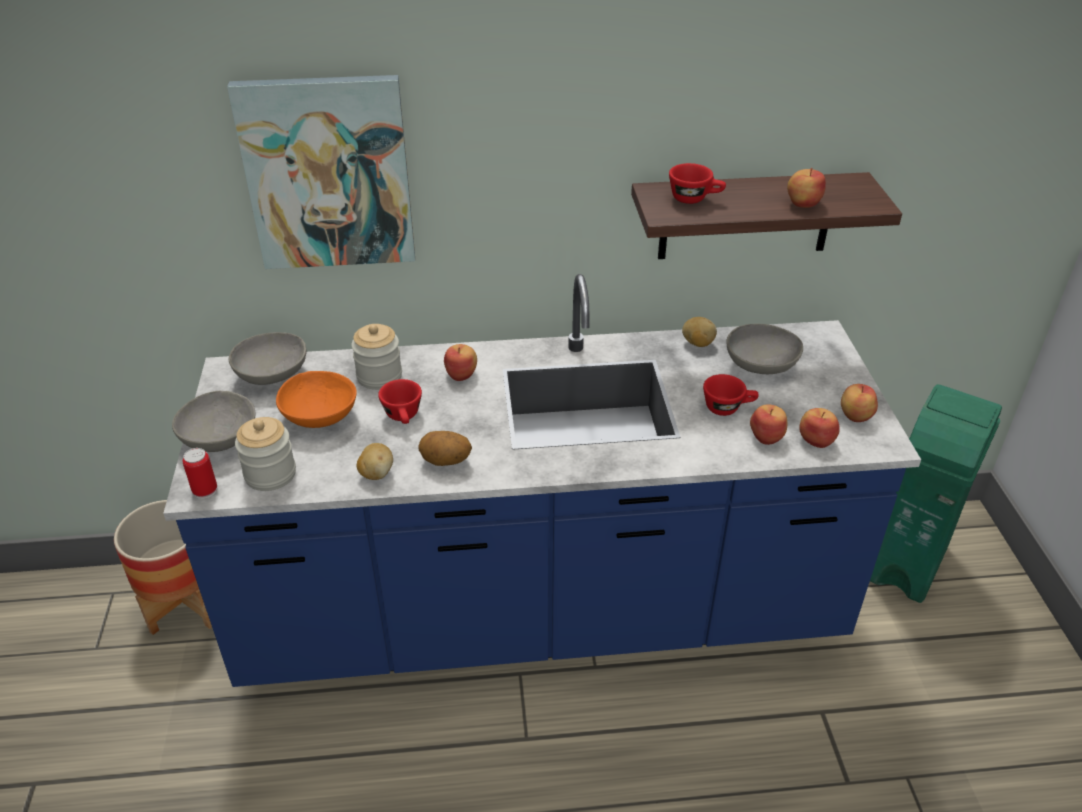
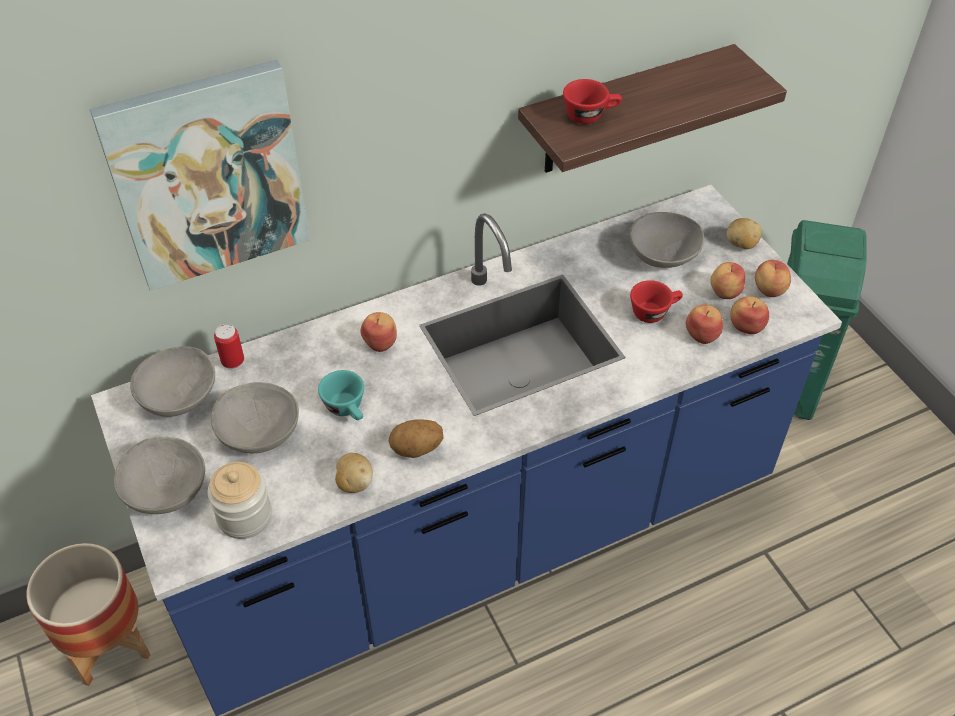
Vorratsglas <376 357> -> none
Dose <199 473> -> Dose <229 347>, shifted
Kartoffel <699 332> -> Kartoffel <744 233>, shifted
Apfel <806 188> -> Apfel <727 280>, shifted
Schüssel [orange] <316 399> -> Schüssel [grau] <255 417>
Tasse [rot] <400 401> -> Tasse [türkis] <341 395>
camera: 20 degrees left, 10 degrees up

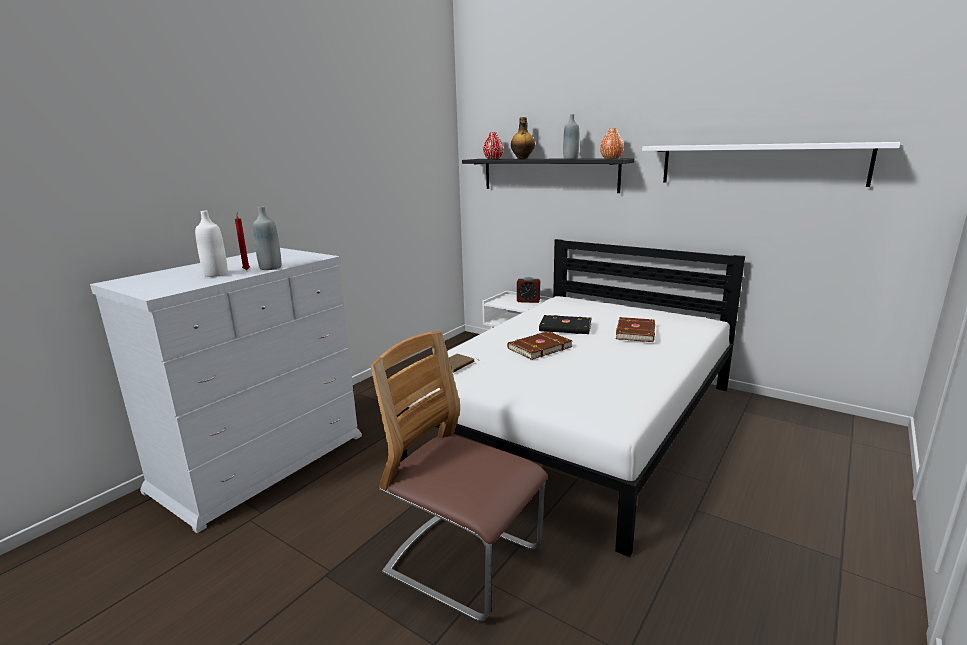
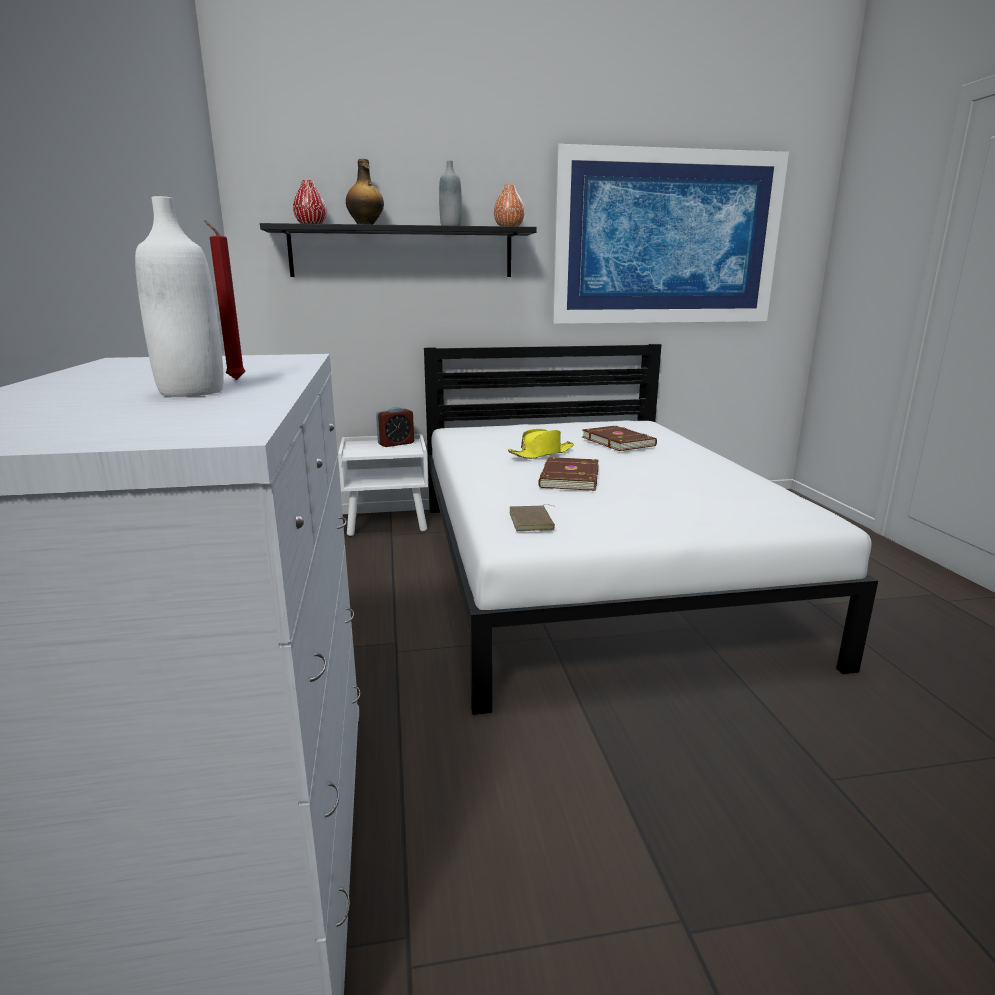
Flasche [grau] <267 238> -> none
Stuhl <458 476> -> none
Buch [schwarz] <565 324> -> Hut [gelb] <541 444>
Wandregal [weiß] <771 164> -> Bild <670 234>
camera: 45 degrees left, 0 degrees up

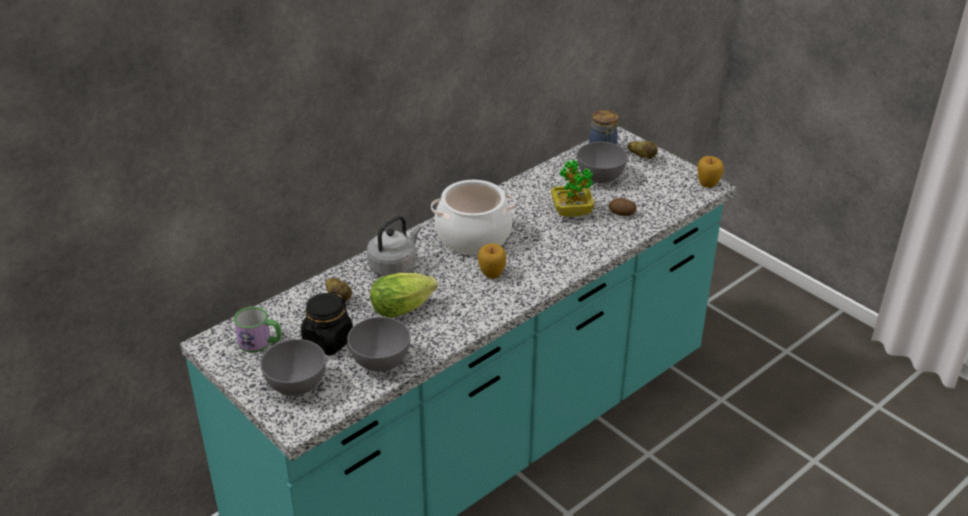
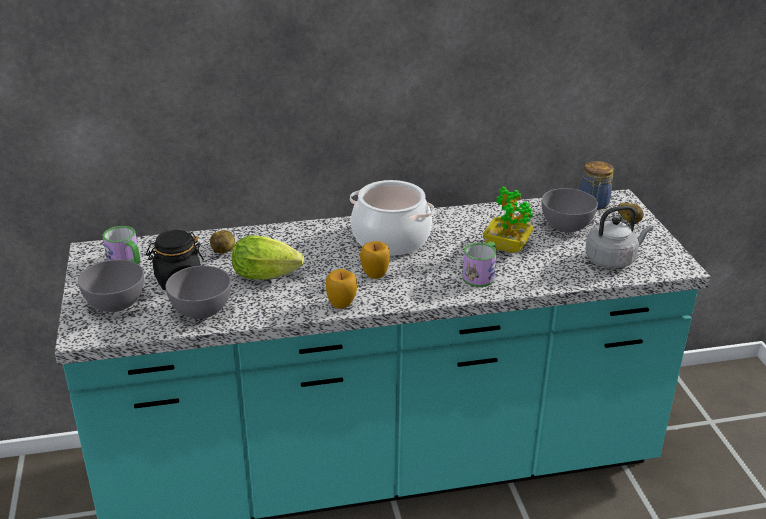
Kartoffel <623 207> -> none
none -> Henkelbecher <479 264>
Wasserkessel [grau] <394 245> -> Wasserkessel [grau] <619 237>, shifted
Apfel <711 172> -> Apfel <341 289>, shifted
camera: 30 degrees right, 5 degrees down

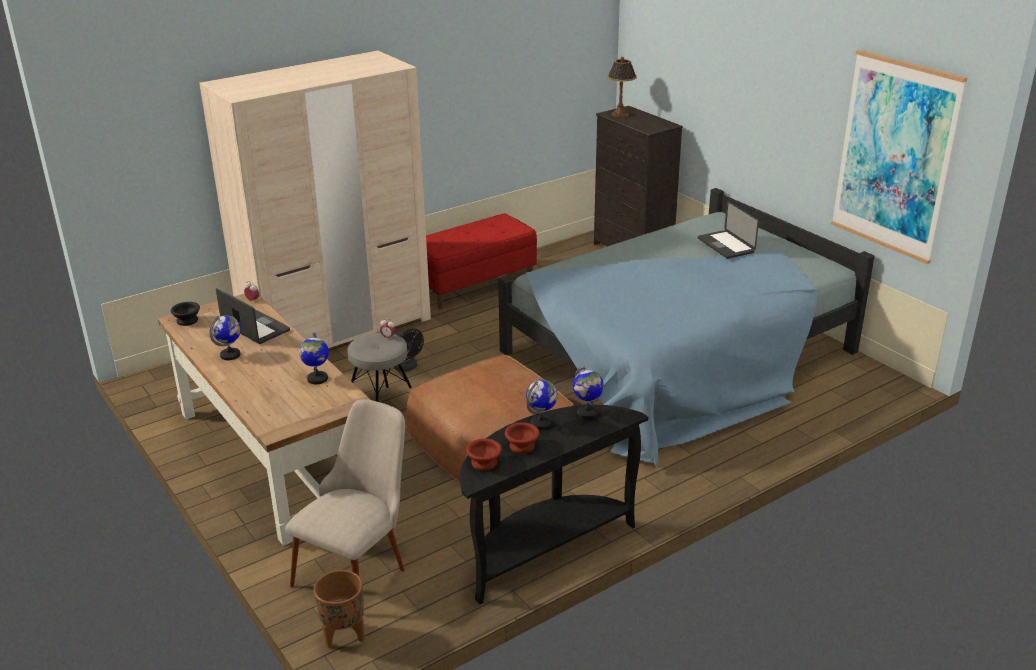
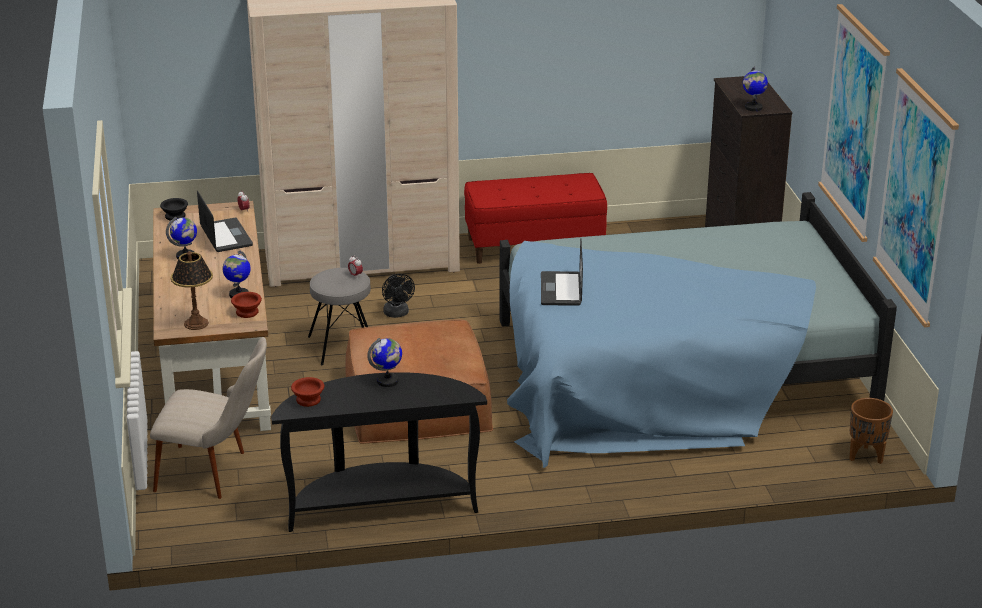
none -> Bild <854 123>
Pflanzkübel [braun] <339 609> -> Pflanzkübel [braun] <871 431>, shifted
Schüssel [braun] <522 438> -> Schüssel [braun] <246 305>, shifted
Globus <588 393> -> Globus <755 88>, shifted
Tischlampe <622 87> -> Tischlampe <191 290>, shifted
Laptop <728 230> -> Laptop <562 272>, shifted
Stuhl [beige] <345 493> -> Stuhl [beige] <208 418>, 45 degrees clockwise
camera: 25 degrees right, 0 degrees up

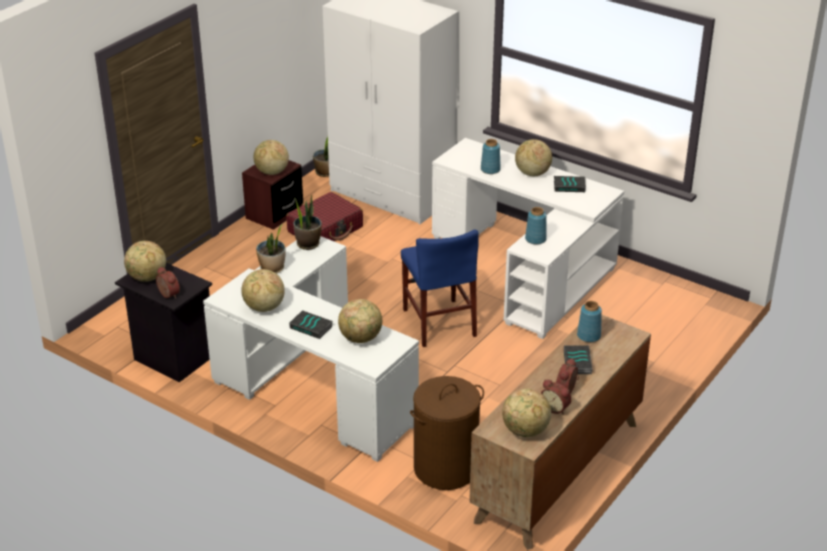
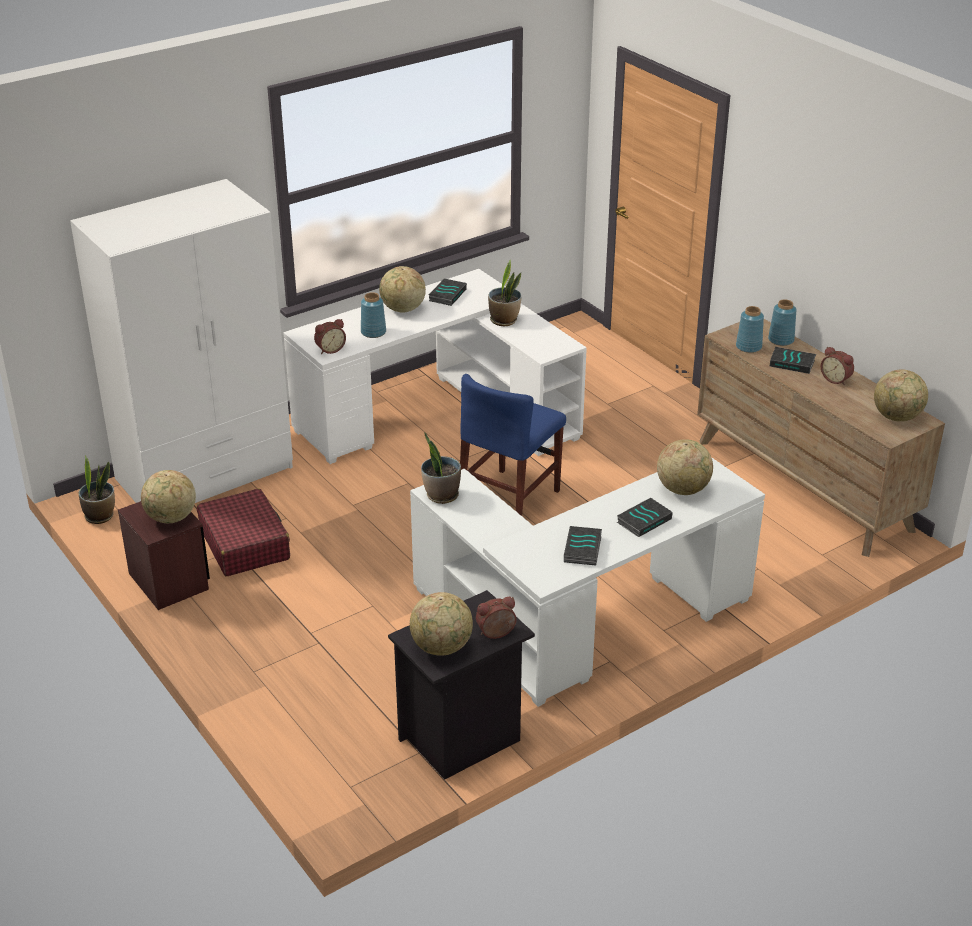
Wäschekorb [braun] <447 433> -> none
Topfpflanze <271 249> -> Topfpflanze <505 292>, shifted
Vase [blau] <536 226> -> Vase [blau] <782 322>, shifted
Wecker <556 397> -> Wecker <330 336>, shifted
Globus <263 290> -> Buch <583 546>
Stuhl [blau] <440 288> -> Stuhl [blau] <513 445>, 120 degrees clockwise
camera: 70 degrees left, 0 degrees up

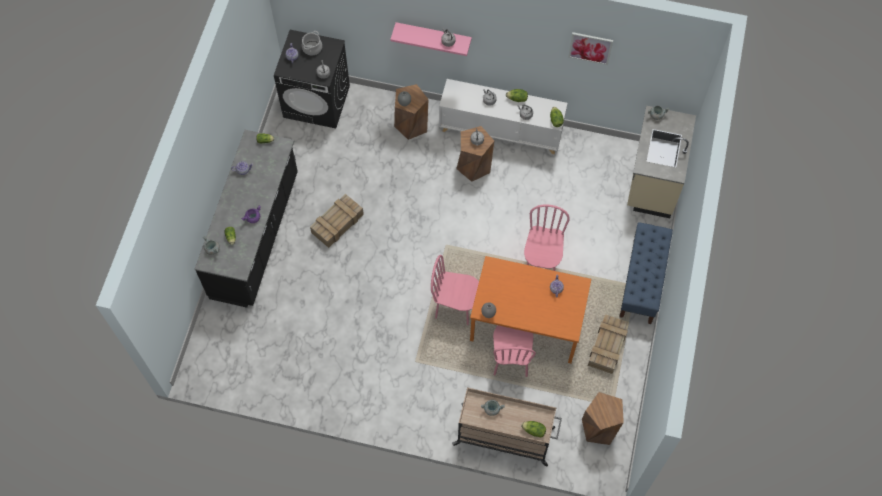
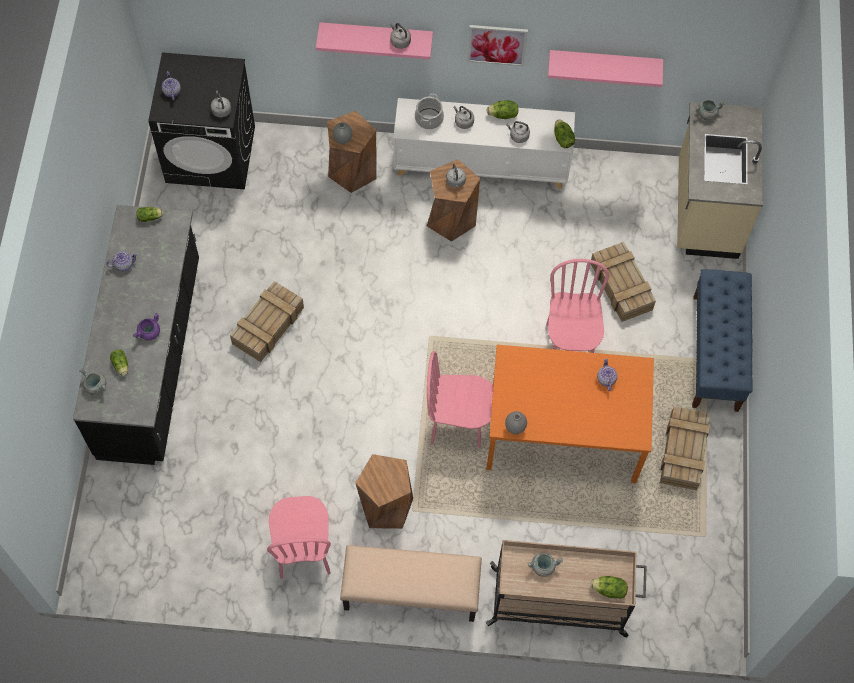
none -> Bank [beige] <411 583>
none -> Wandregal [rosa] <605 68>
none -> Kiste <623 282>
Kochtopf <312 43> -> Kochtopf <429 111>, shifted
Stuhl [rosa] <514 351> -> Stuhl [rosa] <299 537>, shifted
Bild <590 48> -> Bild <497 46>, shifted
Hocker [braun] <603 418> -> Hocker [braun] <384 491>, shifted
camera: 10 degrees left, 0 degrees up

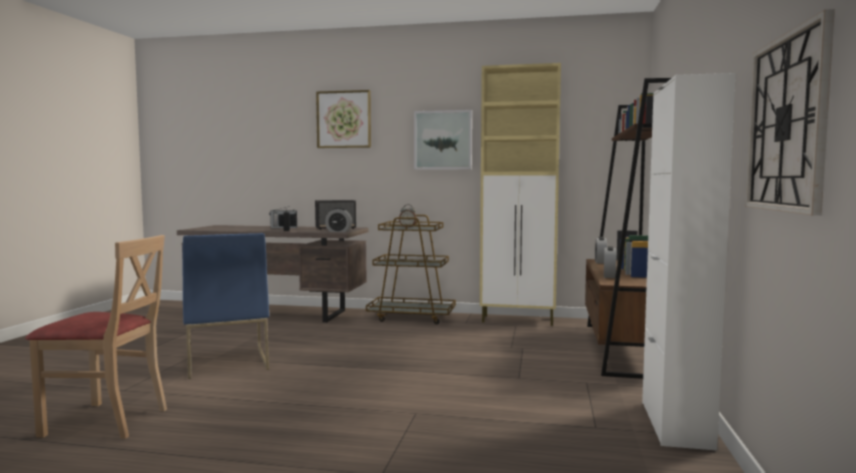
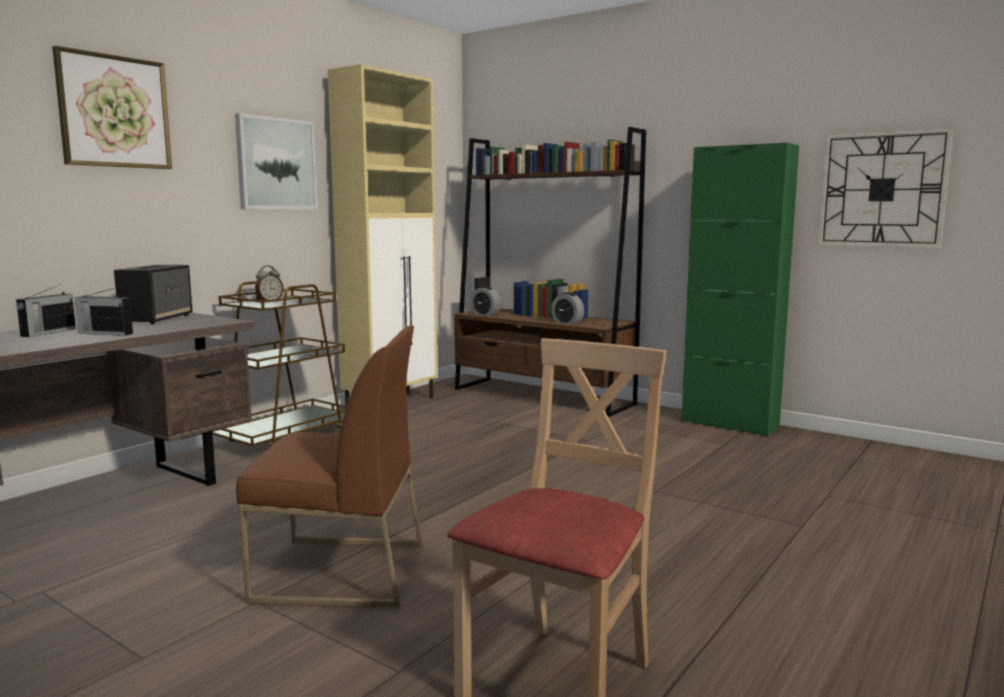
Wecker <338 220> -> none
Stuhl [blau] <225 306> -> Stuhl [braun] <329 466>
Schrank [weiß] <689 262> -> Schrank [grün] <740 290>
camera: 65 degrees left, 5 degrees up

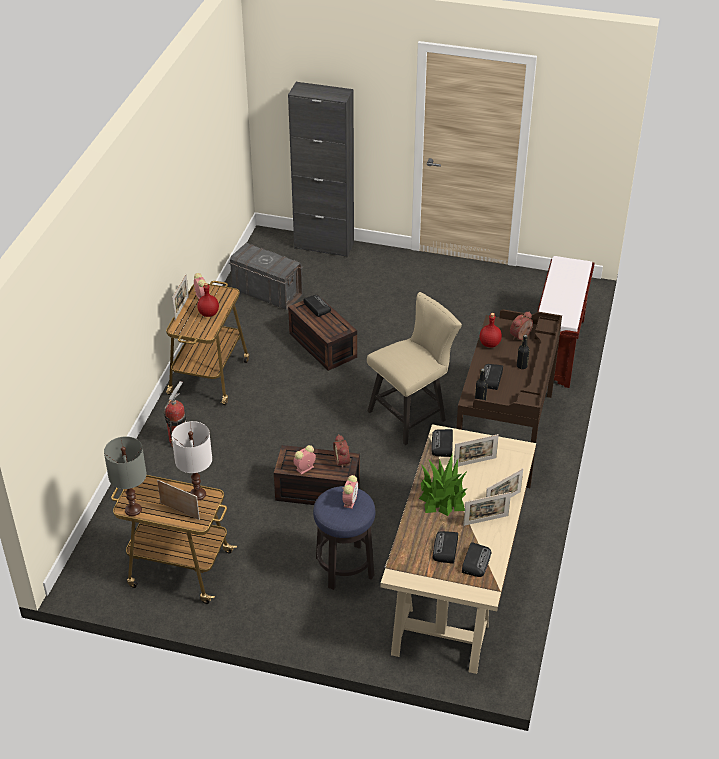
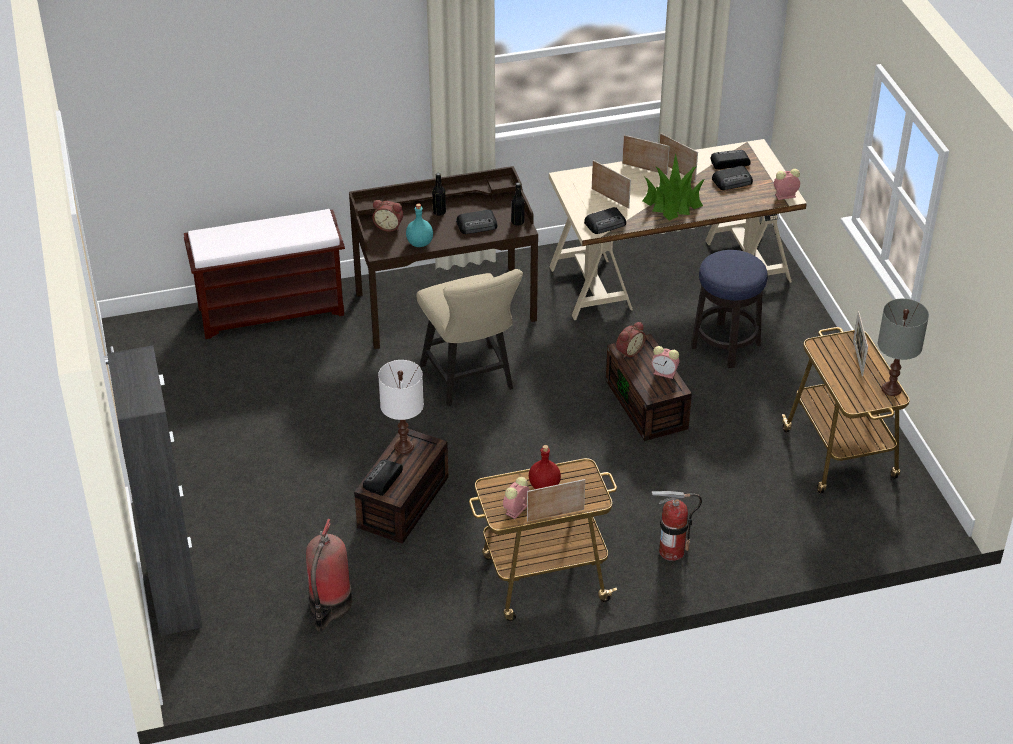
Tischlampe [weiß] <192 461> -> Tischlampe [weiß] <401 407>, shifted
Wecker <350 492> -> Wecker <787 184>, shifted
Aufbewahrungsbox [grau] <266 276> -> Feuerlöscher <329 575>
Flasche [rot] <491 330> -> Flasche [türkis] <419 225>
Stuhl [beige] <414 368> -> Stuhl [beige] <469 338>, 135 degrees counterclockwise
camera: 120 degrees left, 0 degrees up

